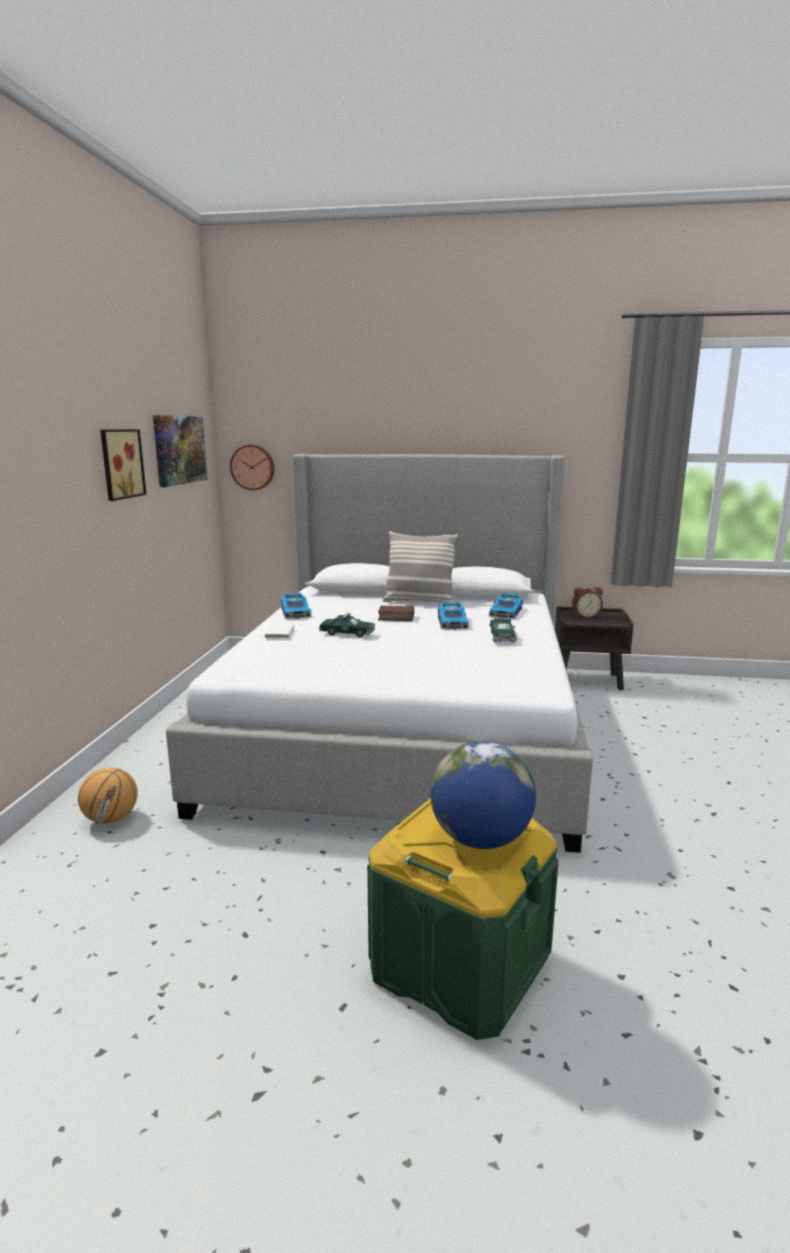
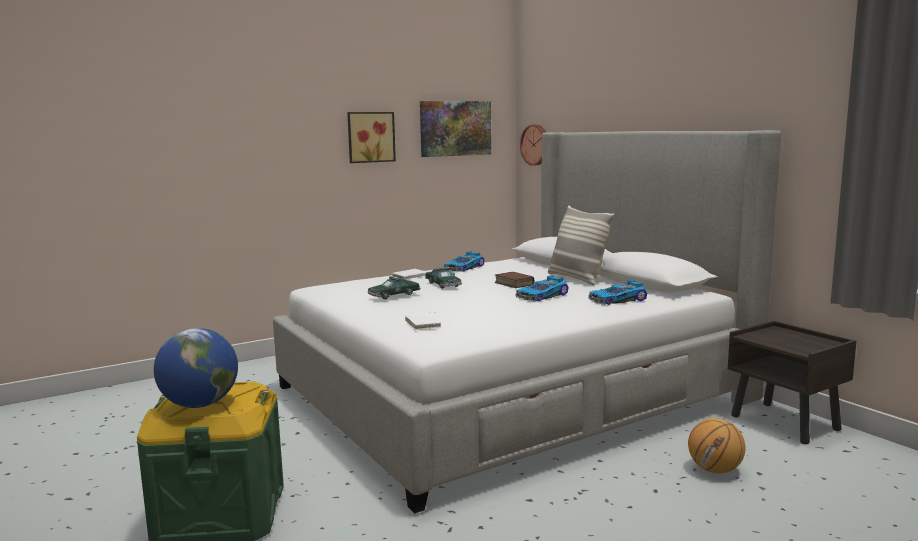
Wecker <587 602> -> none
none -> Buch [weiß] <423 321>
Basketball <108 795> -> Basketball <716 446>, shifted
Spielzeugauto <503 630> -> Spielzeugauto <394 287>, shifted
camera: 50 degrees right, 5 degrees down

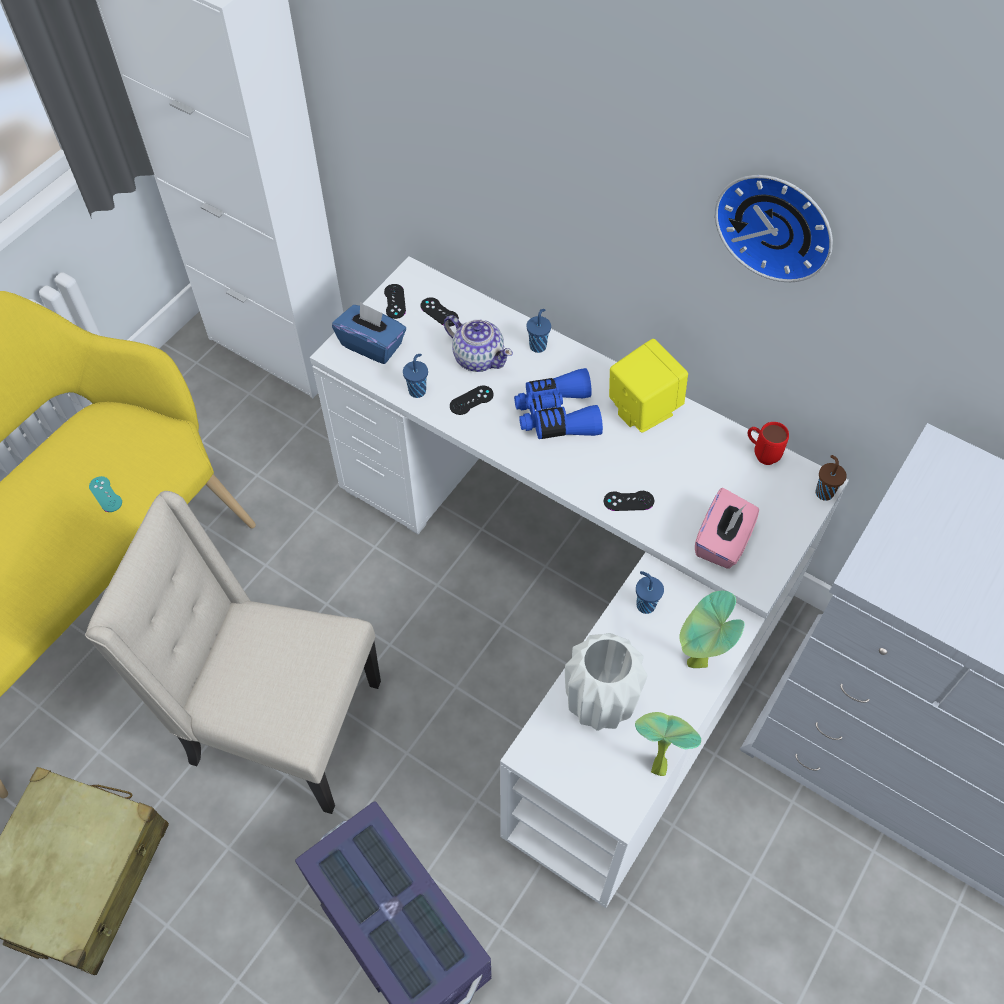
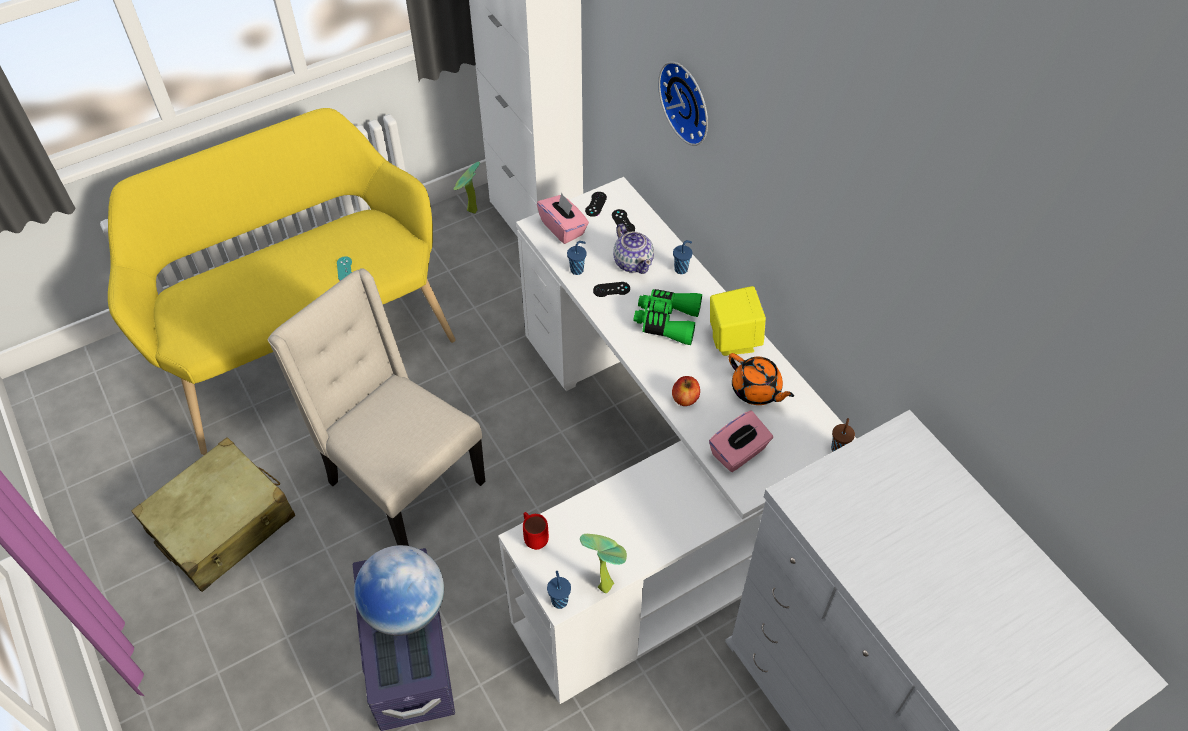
Vase [weiß] <606 682> -> none
none -> Globus <399 590>
none -> Teekanne [orange] <761 379>
Tasse [blau] <650 592> -> Tasse [blau] <559 590>, shifted
Topfpflanze <712 629> -> Topfpflanze <467 188>, shifted
Wanduhr <774 228> -> Wanduhr <683 103>, shifted
Henkelbecher [rot] <768 443> -> Henkelbecher [rot] <536 531>, shifted
Gamepad [schwarz] <629 501> -> Apfel <686 391>
Taschentuchbox [blau] <369 333> -> Taschentuchbox [rosa] <563 218>
Fernglas [blau] <558 403> -> Fernglas [grün] <668 317>
camera: 25 degrees right, 5 degrees down

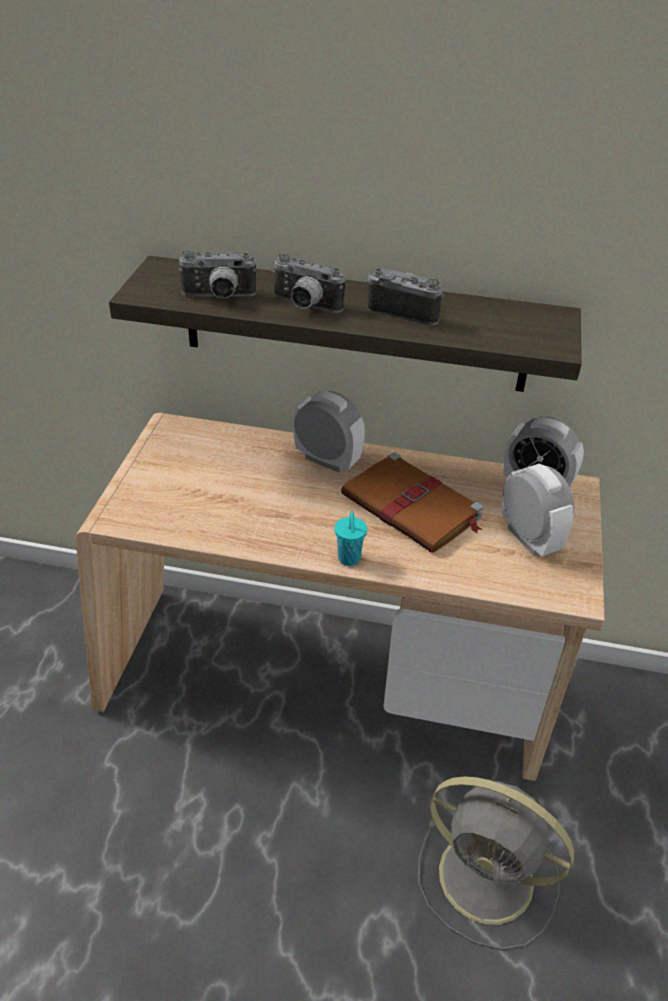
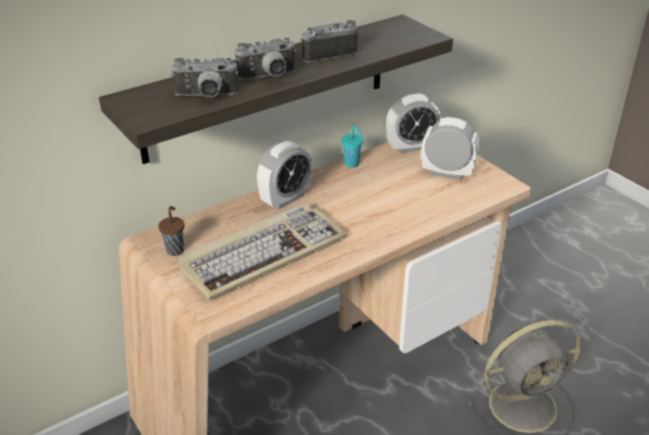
Buch [braun] <412 502> -> none
none -> Tasse [braun] <171 231>
none -> Tastatur <263 251>
Tasse [türkis] <350 538> -> Tasse [türkis] <352 147>, shifted
Kamera <217 274> -> Kamera <204 77>, 45 degrees clockwise
Wecker <329 432> -> Wecker <284 175>, 150 degrees clockwise
camera: 45 degrees left, 5 degrees down

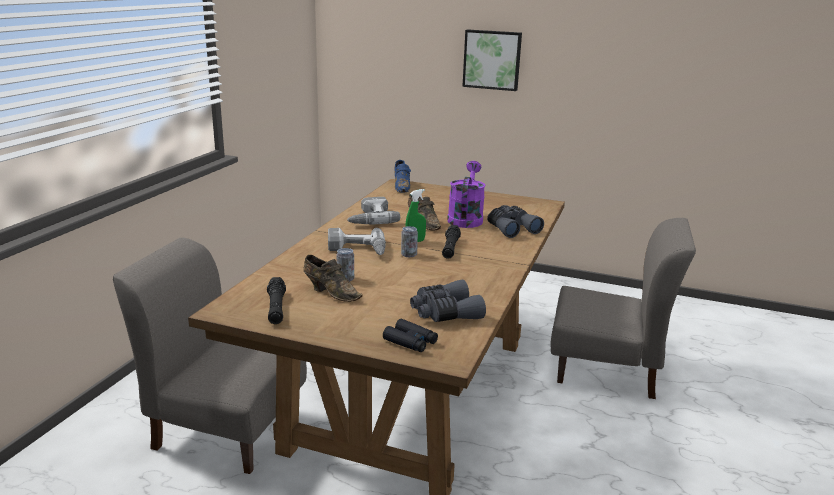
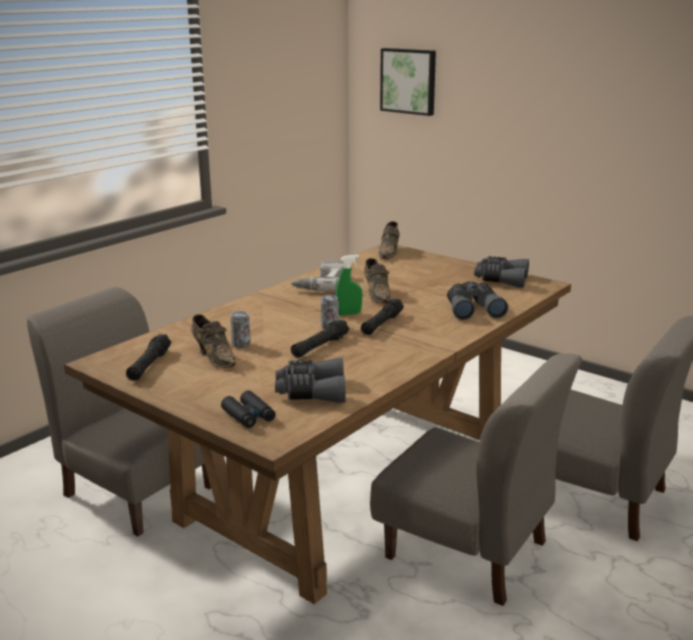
Bohrmaschine <357 241> -> none
Gießkanne [lila] <466 194> -> none
none -> Taschenlampe [schwarz] <320 339>
none -> Stuhl [grau] <476 479>
none -> Fernglas [grau] <501 272>
Bild <492 60> -> Bild <408 82>, shifted
Schuh [blau] <402 176> -> Schuh [braun] <389 240>
camera: 20 degrees right, 0 degrees up

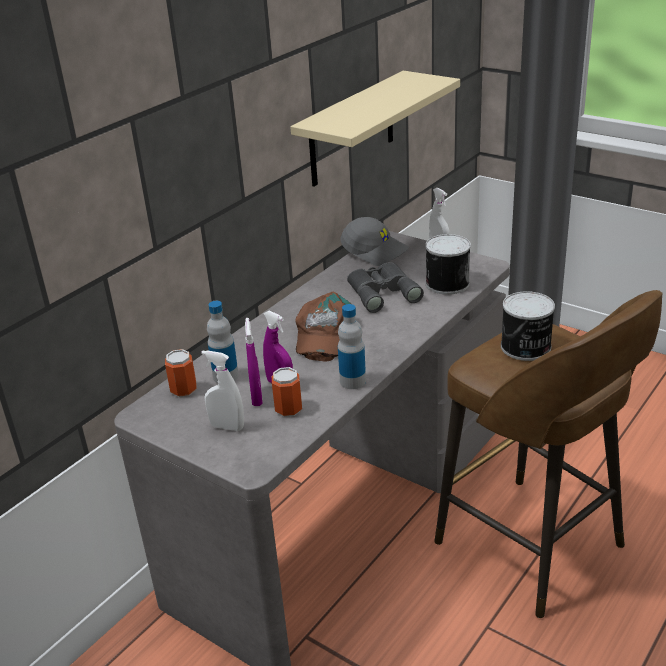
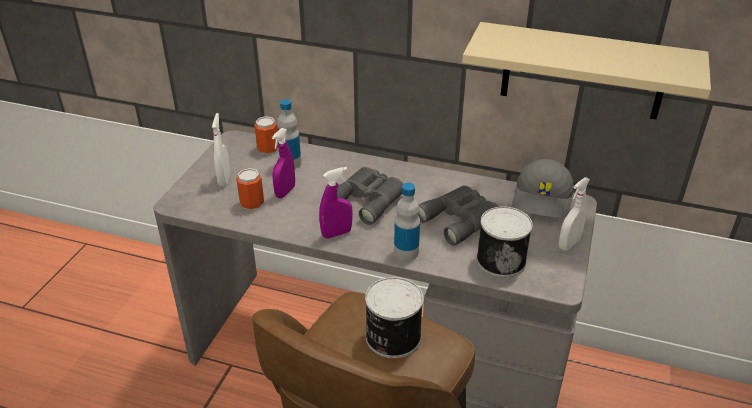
Sprühflasche [lila] <254 362> -> Sprühflasche [lila] <336 203>, shifted
Flasche <352 346> -> Flasche <407 222>, shifted
Kappe [braun] <323 326> -> Fernglas [grau] <370 196>
camera: 70 degrees right, 5 degrees up

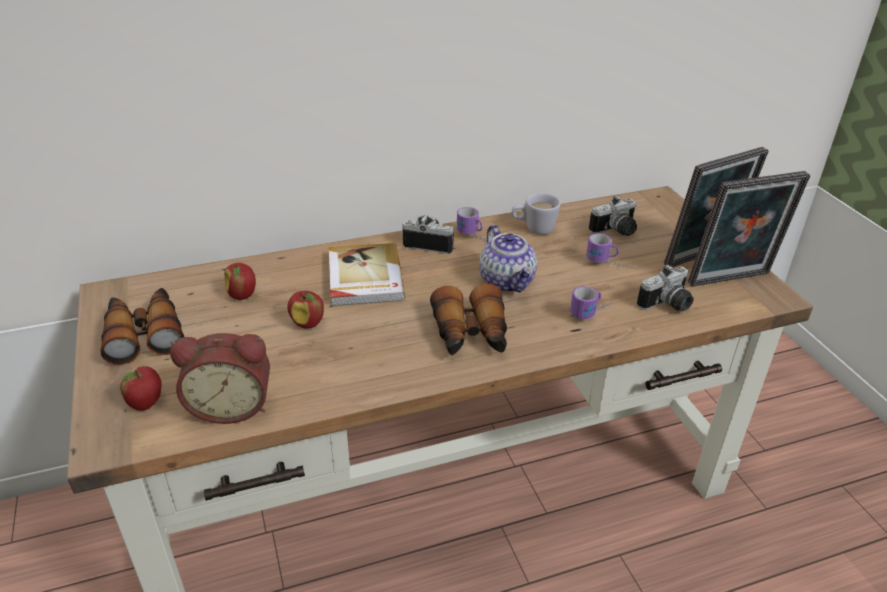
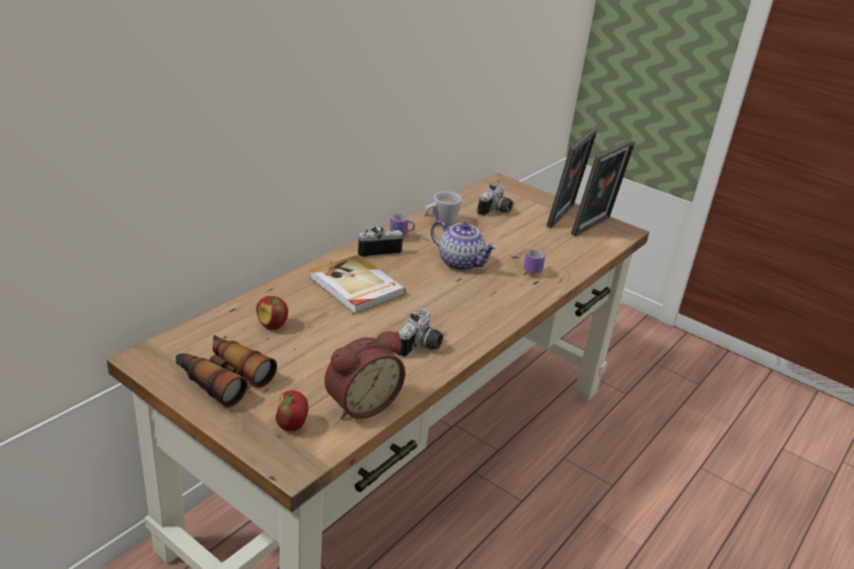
Apfel <305 310> -> none
Fernglas <468 319> -> none
Henkelbecher <611 251> -> none
Kamera <665 287> -> Kamera <420 333>, shifted
camera: 35 degrees left, 5 degrees down

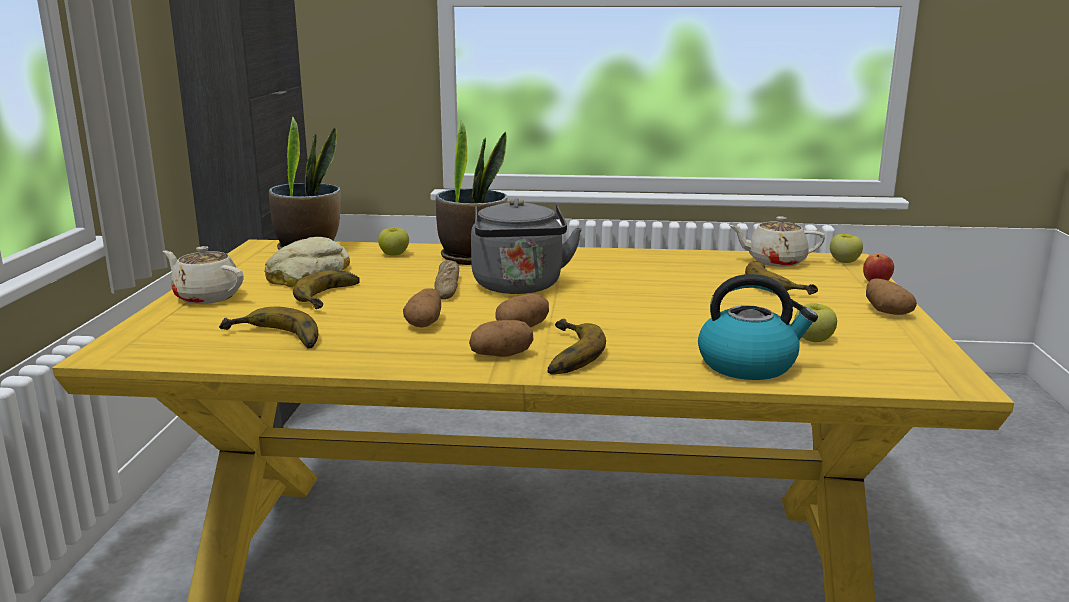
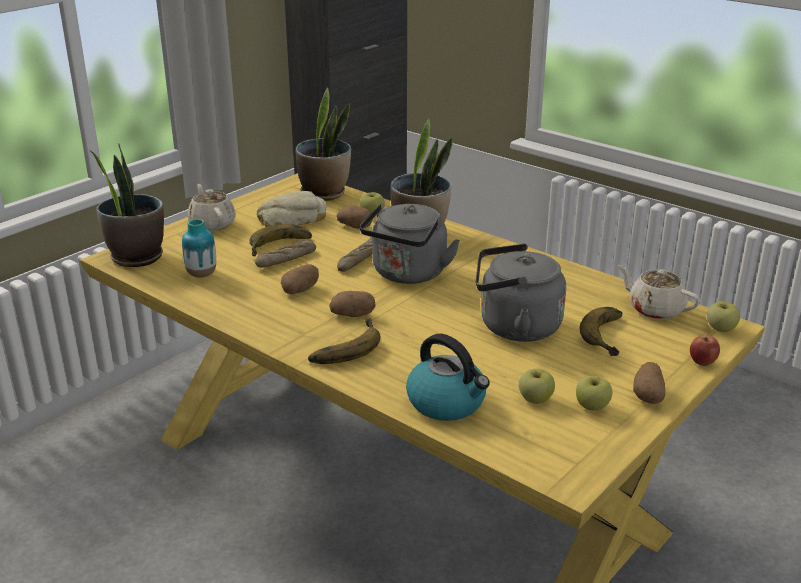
none -> Topfpflanze <126 205>
none -> Brot <285 253>
none -> Wasserkessel [grau] <521 293>
none -> Apfel <594 393>
Kartoffel <501 338> -> Kartoffel <355 217>, shifted
Banane <268 328> -> Vase <199 248>
camera: 35 degrees right, 10 degrees up

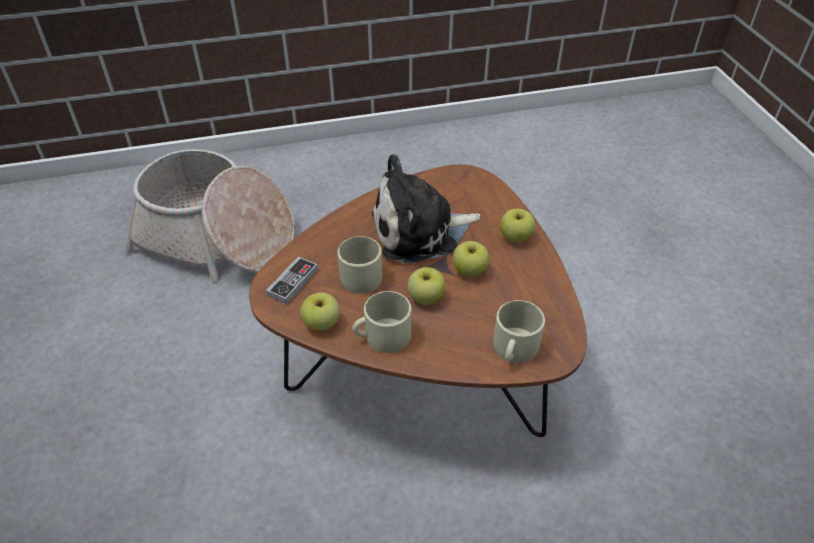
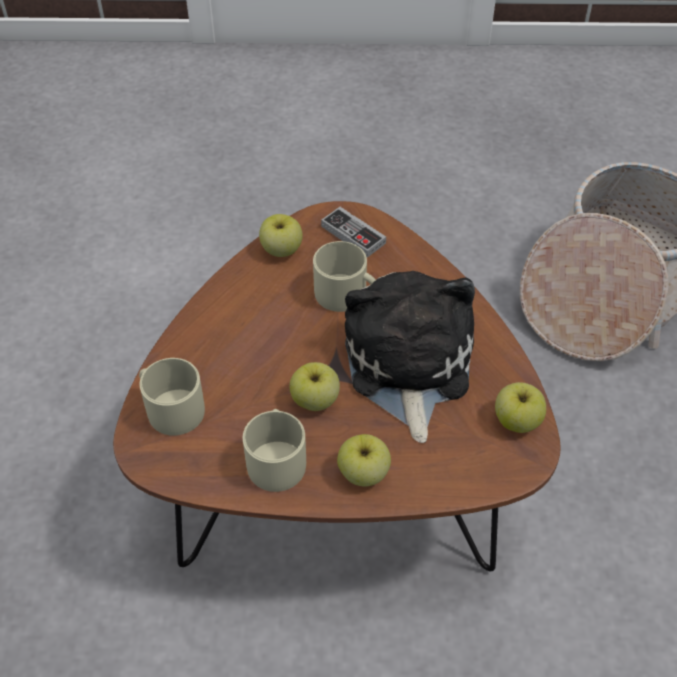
Henkelbecher [beige] <382 322> -> Henkelbecher [beige] <274 450>, shifted
Apfel <426 286> -> Apfel <520 407>, shifted
camera: 105 degrees right, 5 degrees up

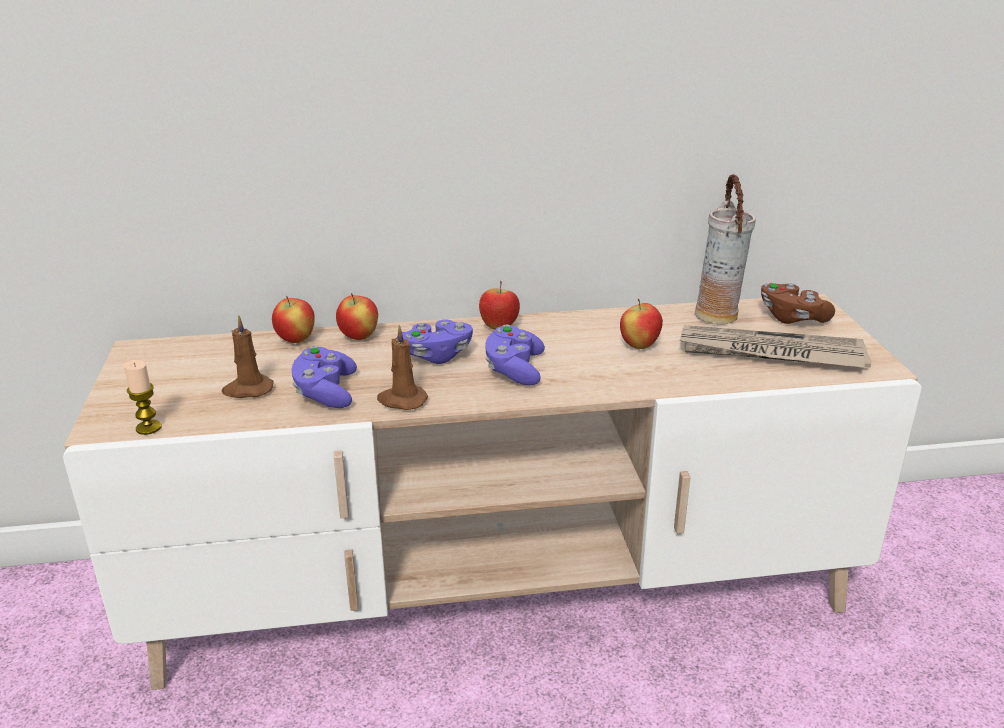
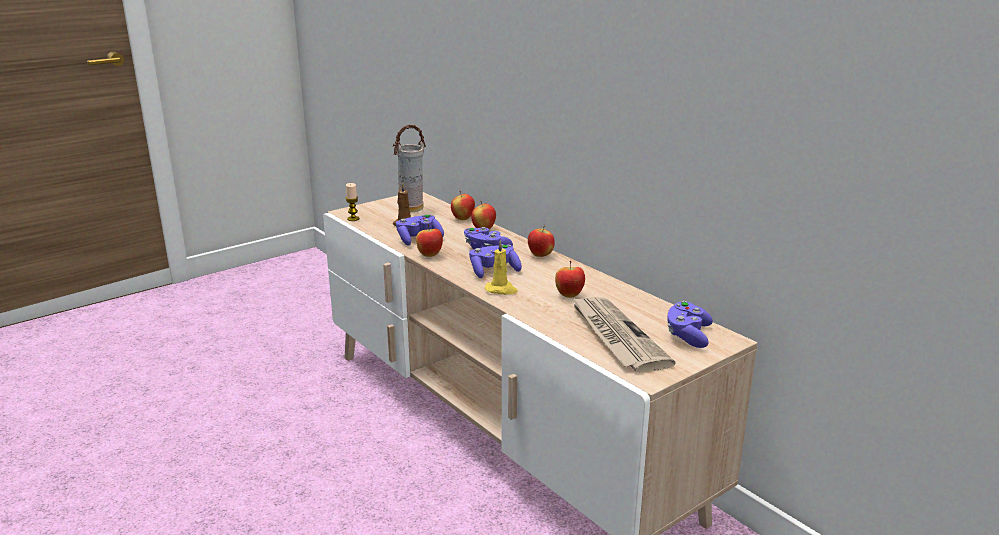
none -> Kerze [gelb] <501 267>
Vase <725 249> -> Vase <409 168>, shifted
Kerze [braun] <402 367> -> Apfel <429 240>
Gamepad [braun] <798 303> -> Gamepad [lila] <690 324>
camera: 60 degrees right, 5 degrees down

